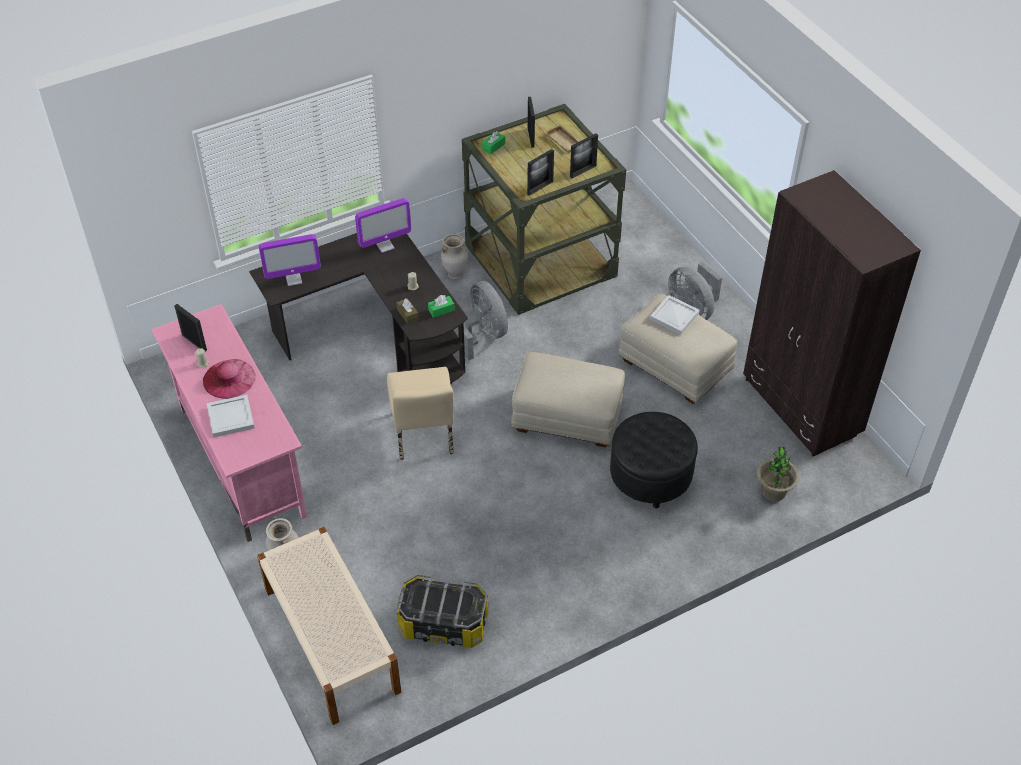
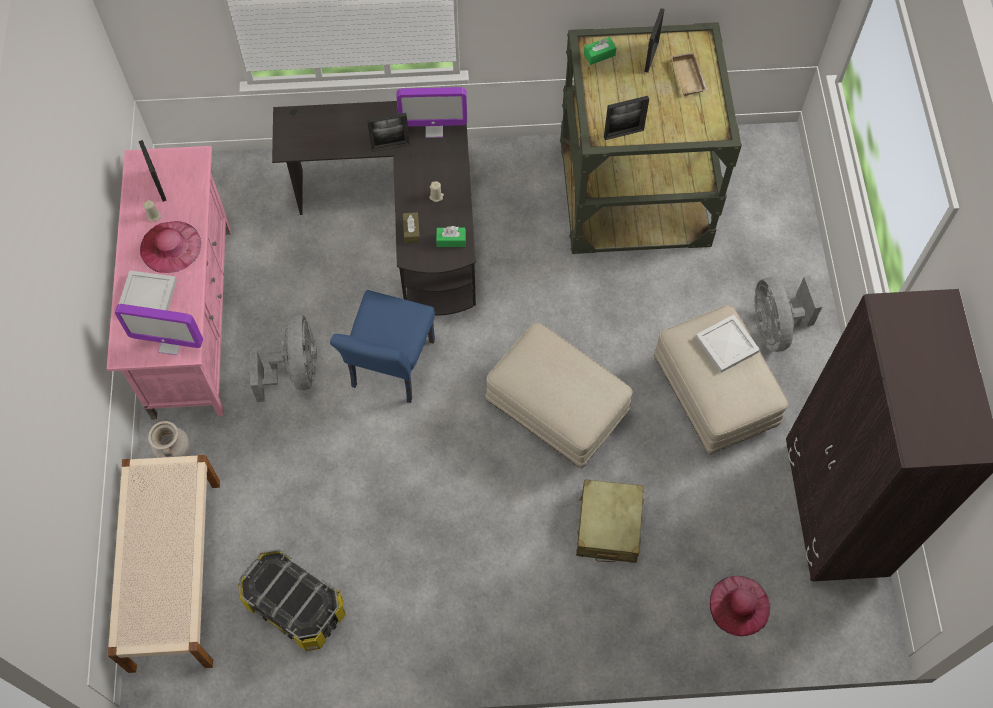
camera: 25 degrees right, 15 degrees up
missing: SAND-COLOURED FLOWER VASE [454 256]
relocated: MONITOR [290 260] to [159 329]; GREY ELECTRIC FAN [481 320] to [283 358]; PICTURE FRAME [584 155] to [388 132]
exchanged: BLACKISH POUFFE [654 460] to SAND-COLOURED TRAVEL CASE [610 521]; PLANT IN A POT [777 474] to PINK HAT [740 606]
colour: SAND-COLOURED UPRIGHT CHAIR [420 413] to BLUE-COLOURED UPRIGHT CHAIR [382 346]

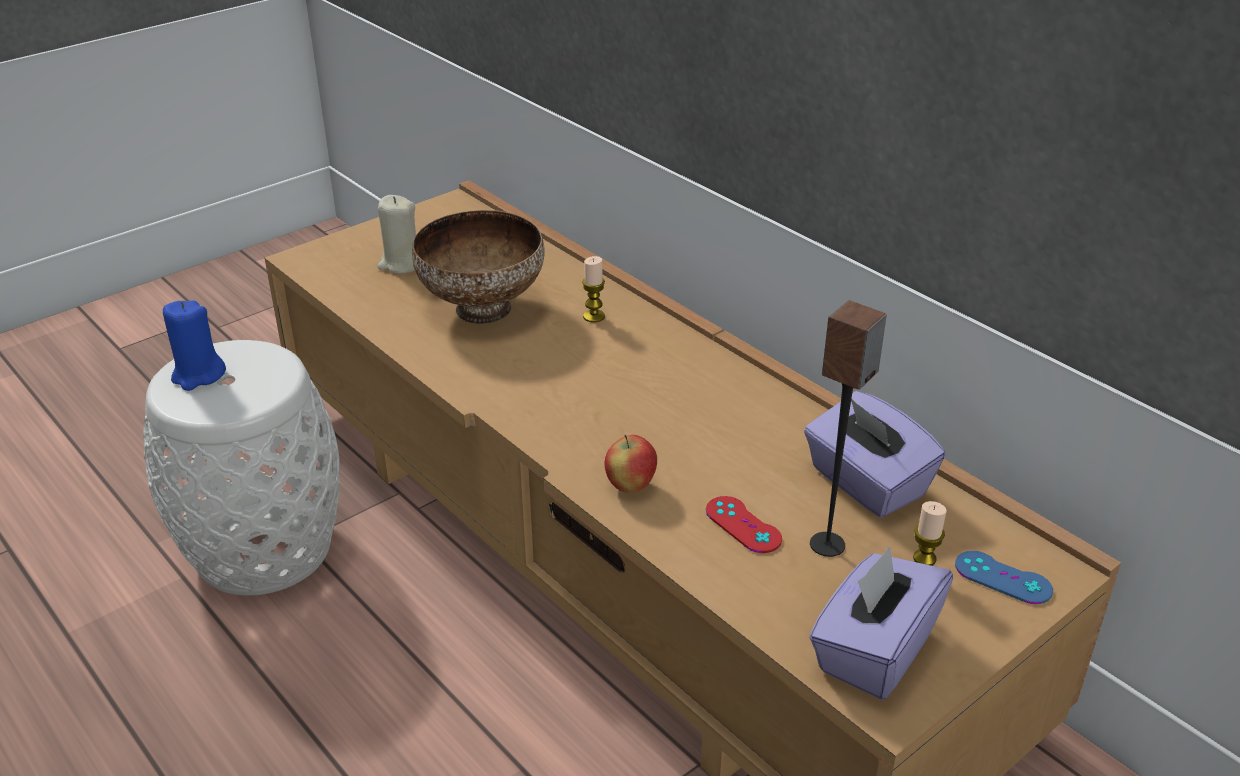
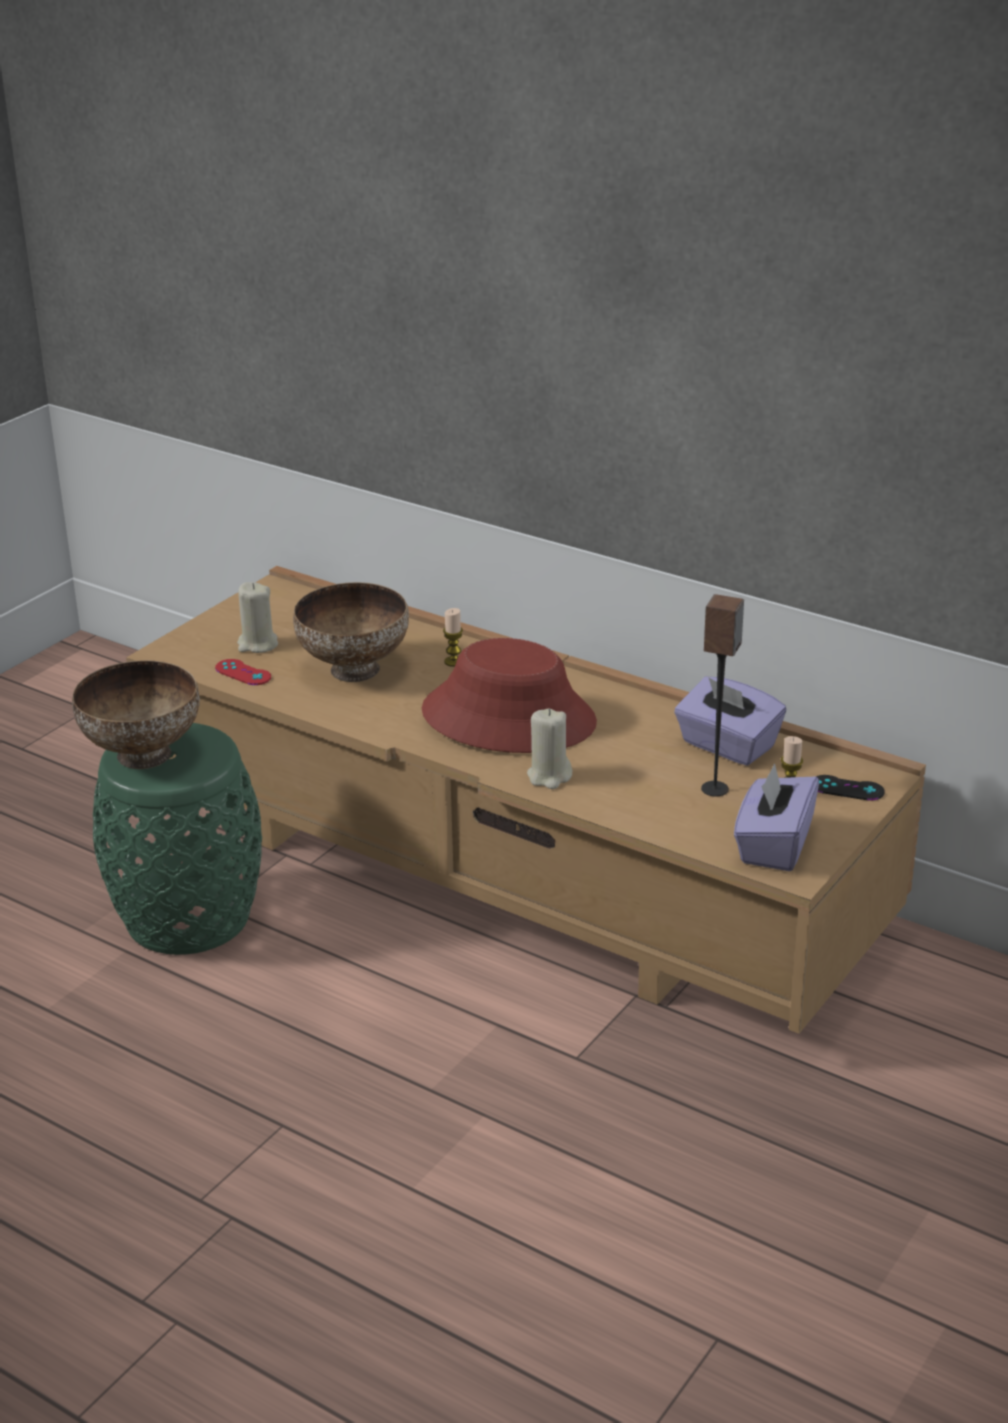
camera: 15 degrees left, 5 degrees down
appeared: RED-COLOURED HAT [509 695]
relocated: RED-COLOURED GAMEPAD [744 524] to [243 672]
exchanged: BLUE-COLOURED WAX CANDLE [194 346] to SERVING BOWL [136 714]; APPLE [631 464] to SAND-COLOURED WAX CANDLE [549 749]
colour: WHITISH STOOL [241 468] to GREENISH STOOL [177 839]; BLUE-COLOURED GAMEPAD [1004 577] to BLACKISH GAMEPAD [850 788]

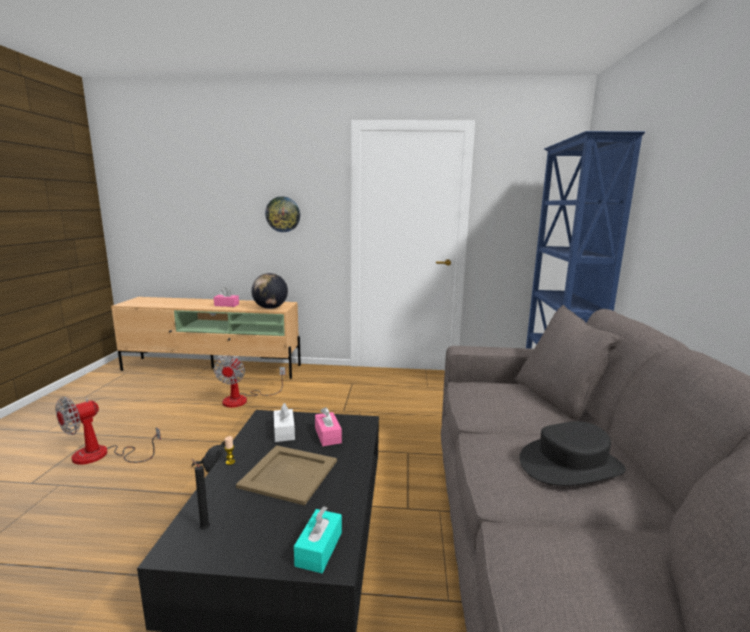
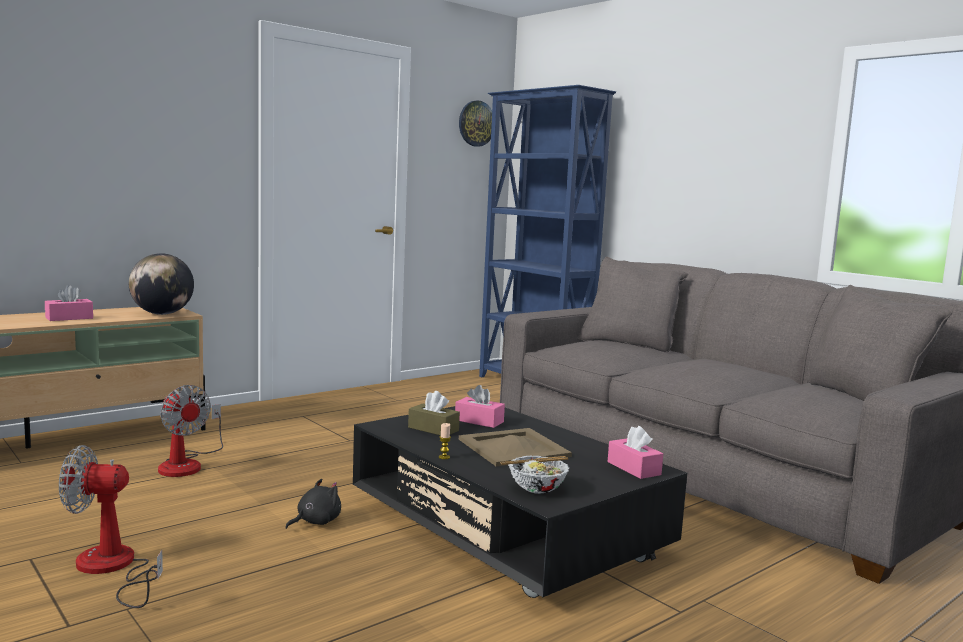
camera: 45 degrees left, 5 degrees down
missing: BLACKISH HAT [572 453]
relocated: HANGING CLOCK [282 214] to [475 123]
exchanged: BLACKISH WAX CANDLE [200 494] to SERVING BOWL [534 475]
colour: WHITISH TISSUE BOX [284 422] to BROWN TISSUE BOX [434 413]; TURQUOISE TISSUE BOX [318 539] to PINK TISSUE BOX [635 452]
spun: ELECTRIC FAN [108 431] = [111 526] 90 degrees clockwise

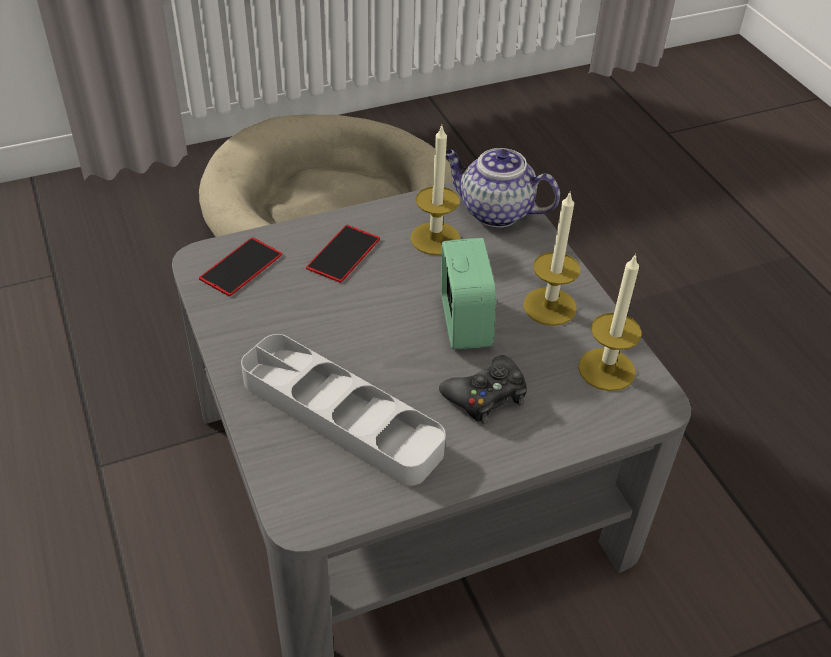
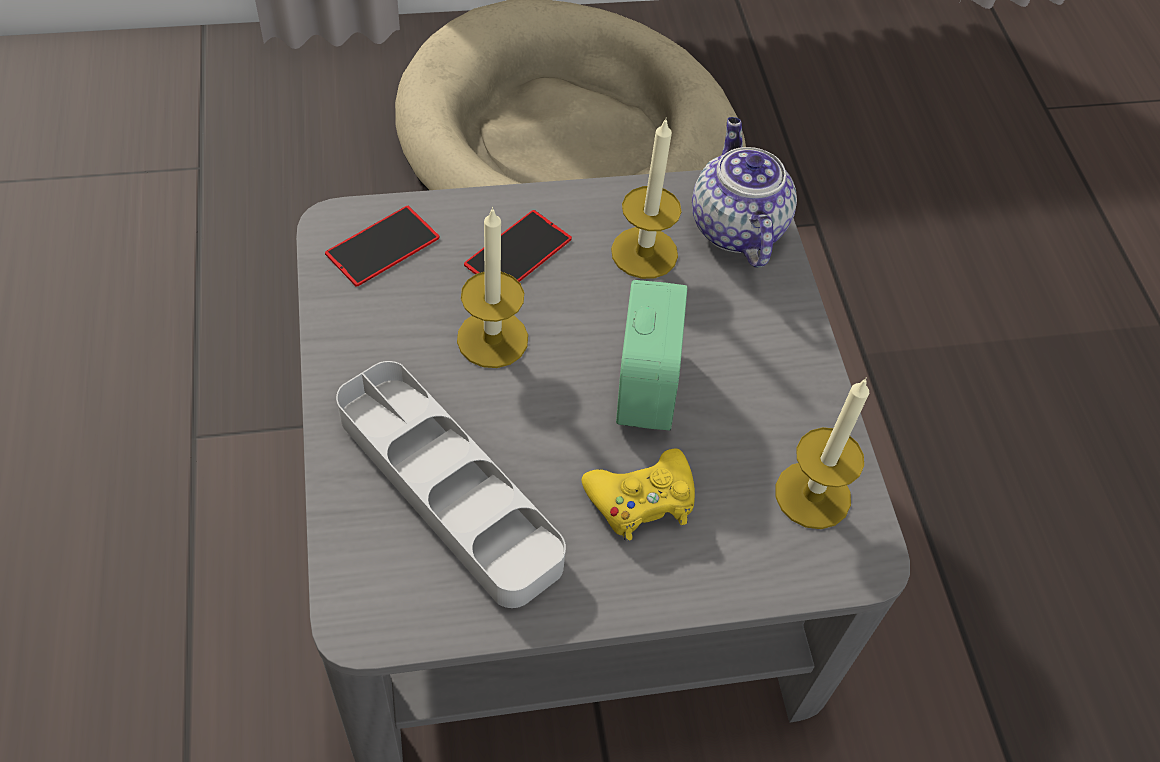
camera: 10 degrees right, 10 degrees up
relocated: WAX CANDLE [551 259] to [492 287]
colour: BLACKISH GAMEPAD [483 389] to YELLOW GAMEPAD [638 495]
spun: POT FOR TEA [503 187] = [744 192] 45 degrees clockwise

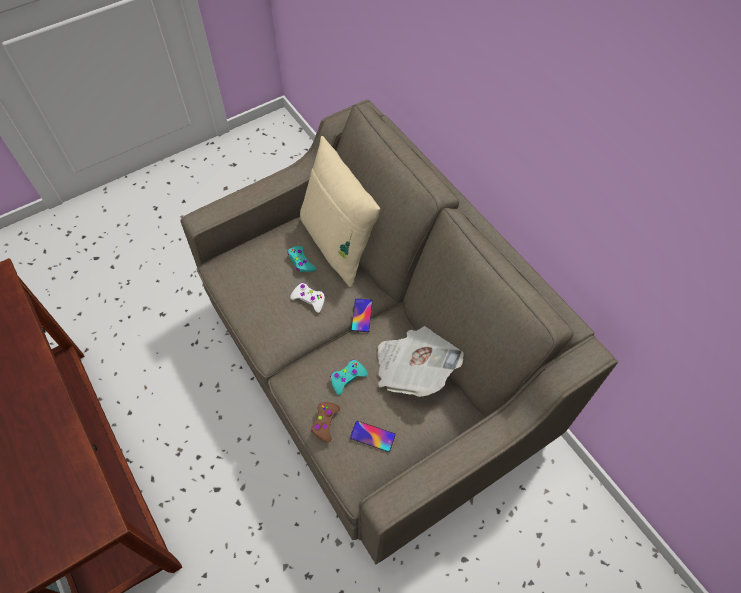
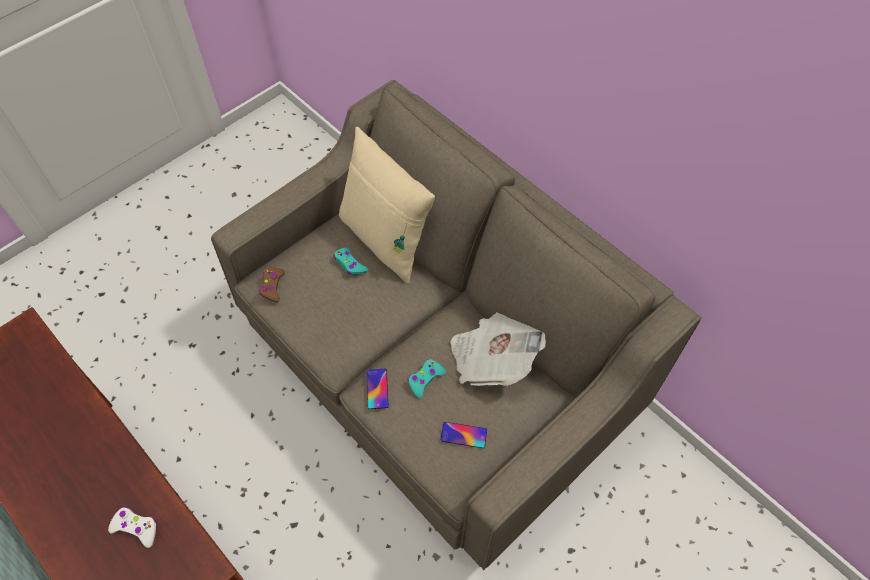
camera: 10 degrees left, 0 degrees up
relocated: WHITISH GAMEPAD [307 298] to [132 527]; BROWN GAMEPAD [325 422] to [272 284]; TELEPHONE [362 315] to [378 389]

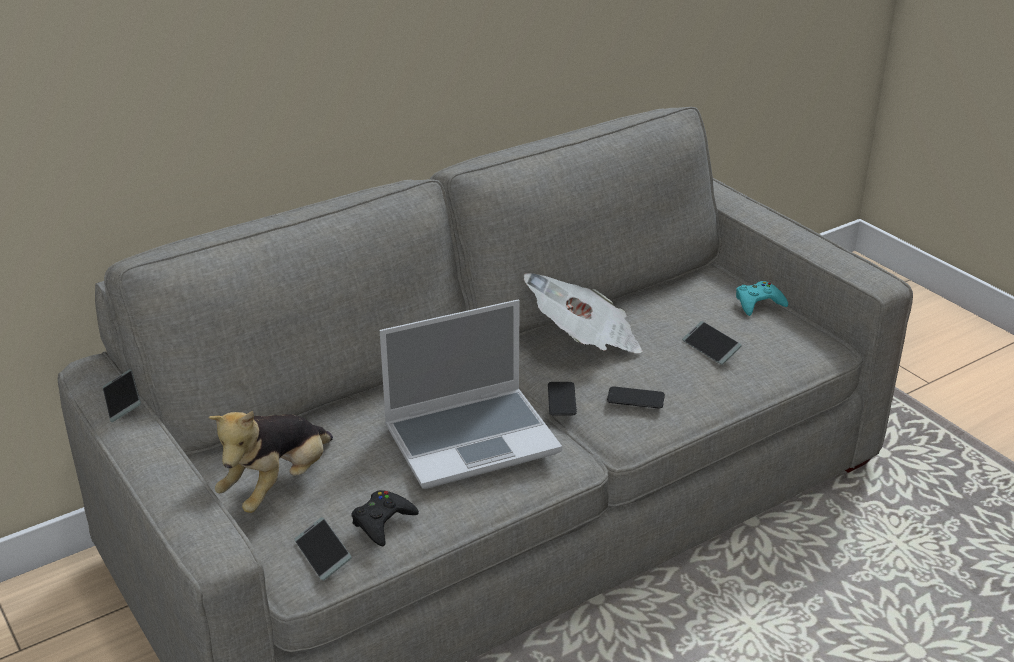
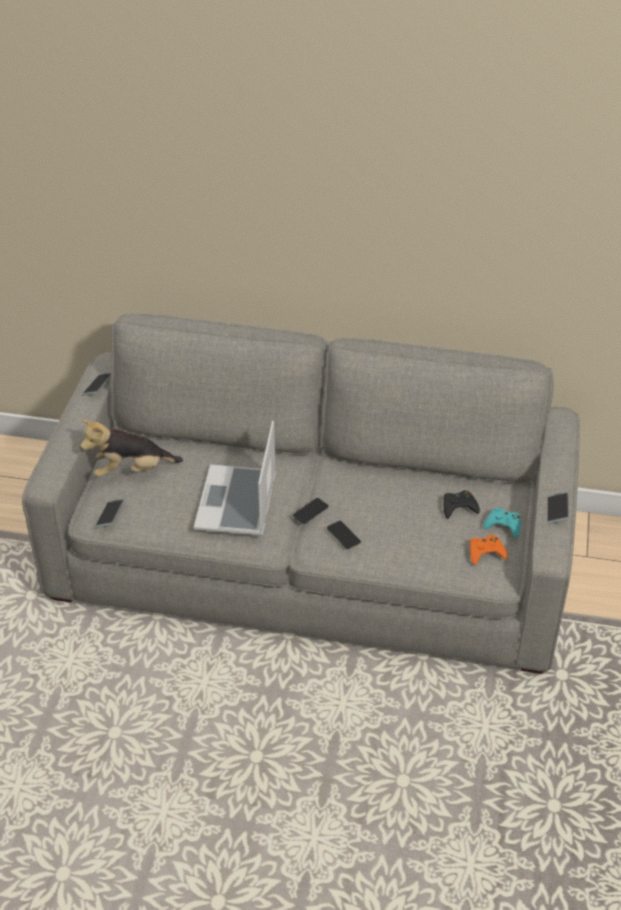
camera: 45 degrees right, 10 degrees up
missing: DAILY PAPER [583 313]
appeared: ORANGE GAMEPAD [489 550]
relocated: BLACKISH GAMEPAD [385 518] to [462 505]; TELEPHONE [712 343] to [558 507]
spun: PORTABLE COMPUTER [471 394] = [235 478] 75 degrees clockwise

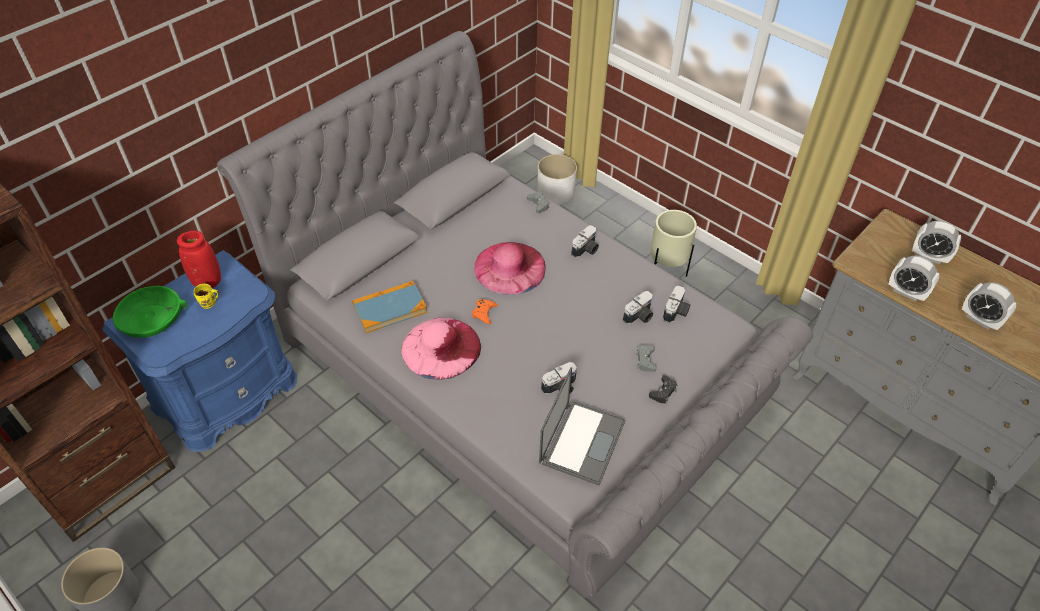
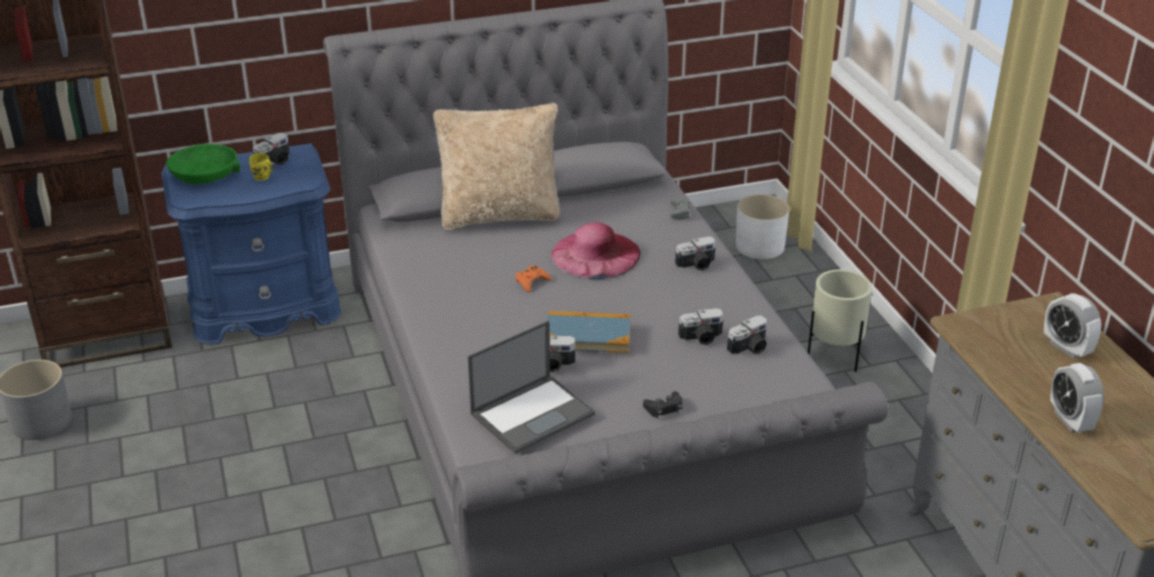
camera: 30 degrees right, 15 degrees down
missing: PINK HAT [441 349]; GREY GAMEPAD [646 358]; TABLE CLOCK [914 278]
appeared: SAND-COLOURED THROW PILLOW [496 166]
relocated: BOUND BOOK [390 307] to [589 332]
exchanged: RED-COLOURED FLOWER VASE [199 259] to PHOTO CAMERA [271 149]

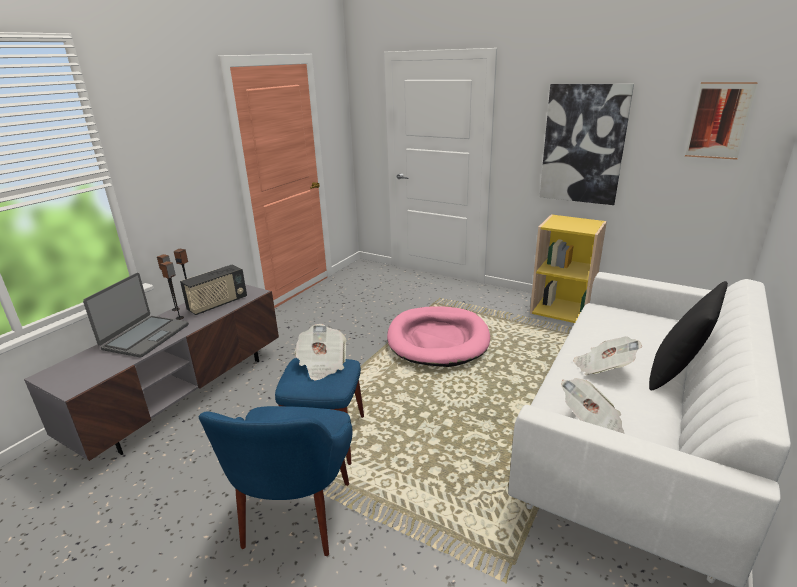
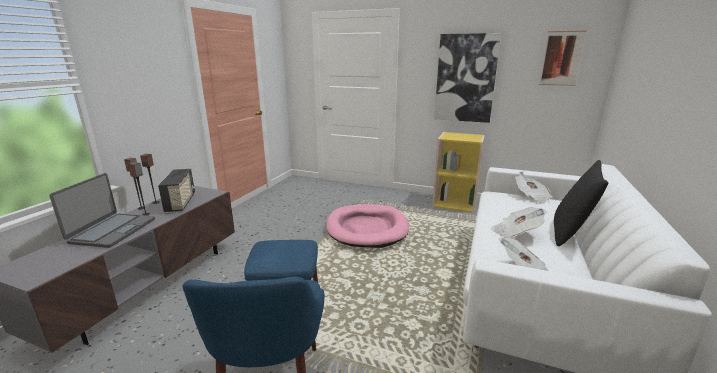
camera: 10 degrees left, 5 degrees down
relocated: DAILY PAPER [320 352] to [534 188]
spun: RADIO RECEIVER [213 290] = [176 190] 45 degrees counterclockwise

